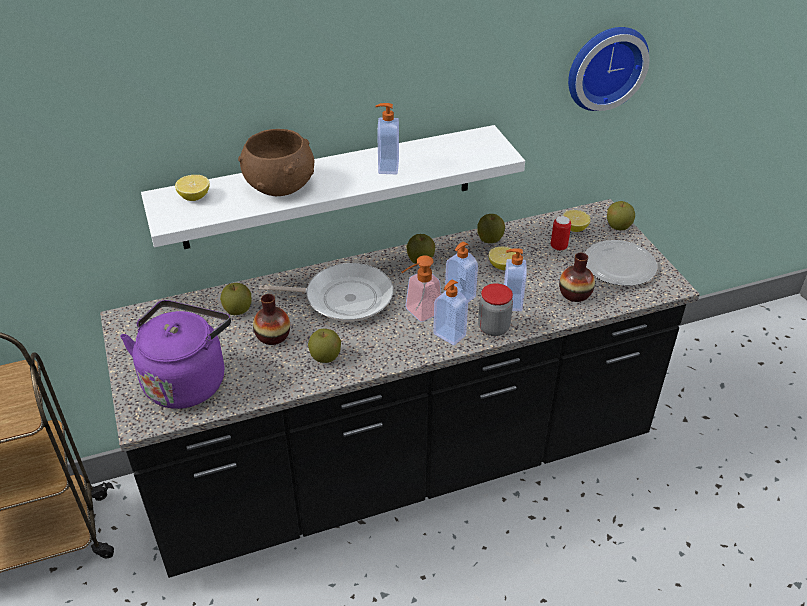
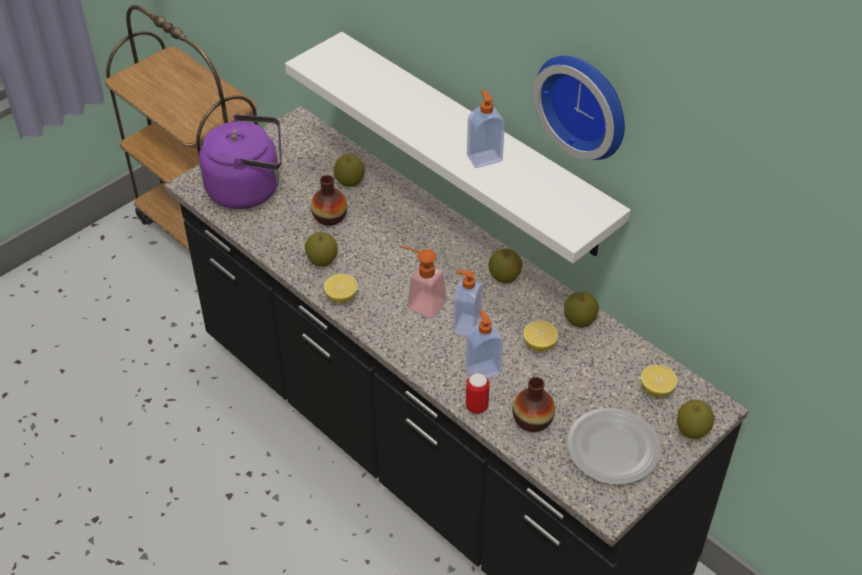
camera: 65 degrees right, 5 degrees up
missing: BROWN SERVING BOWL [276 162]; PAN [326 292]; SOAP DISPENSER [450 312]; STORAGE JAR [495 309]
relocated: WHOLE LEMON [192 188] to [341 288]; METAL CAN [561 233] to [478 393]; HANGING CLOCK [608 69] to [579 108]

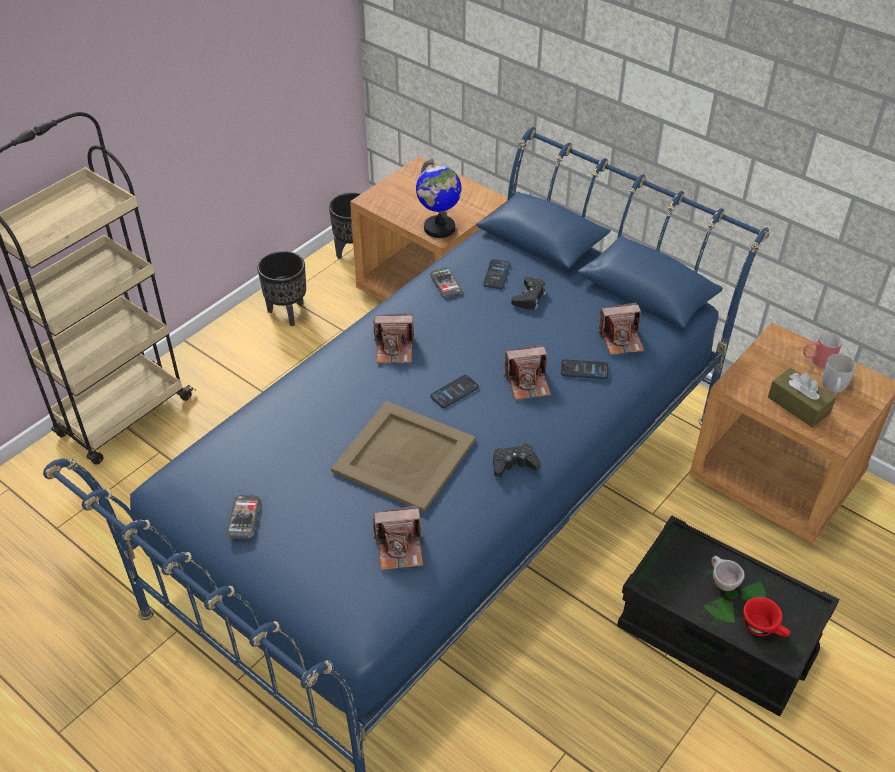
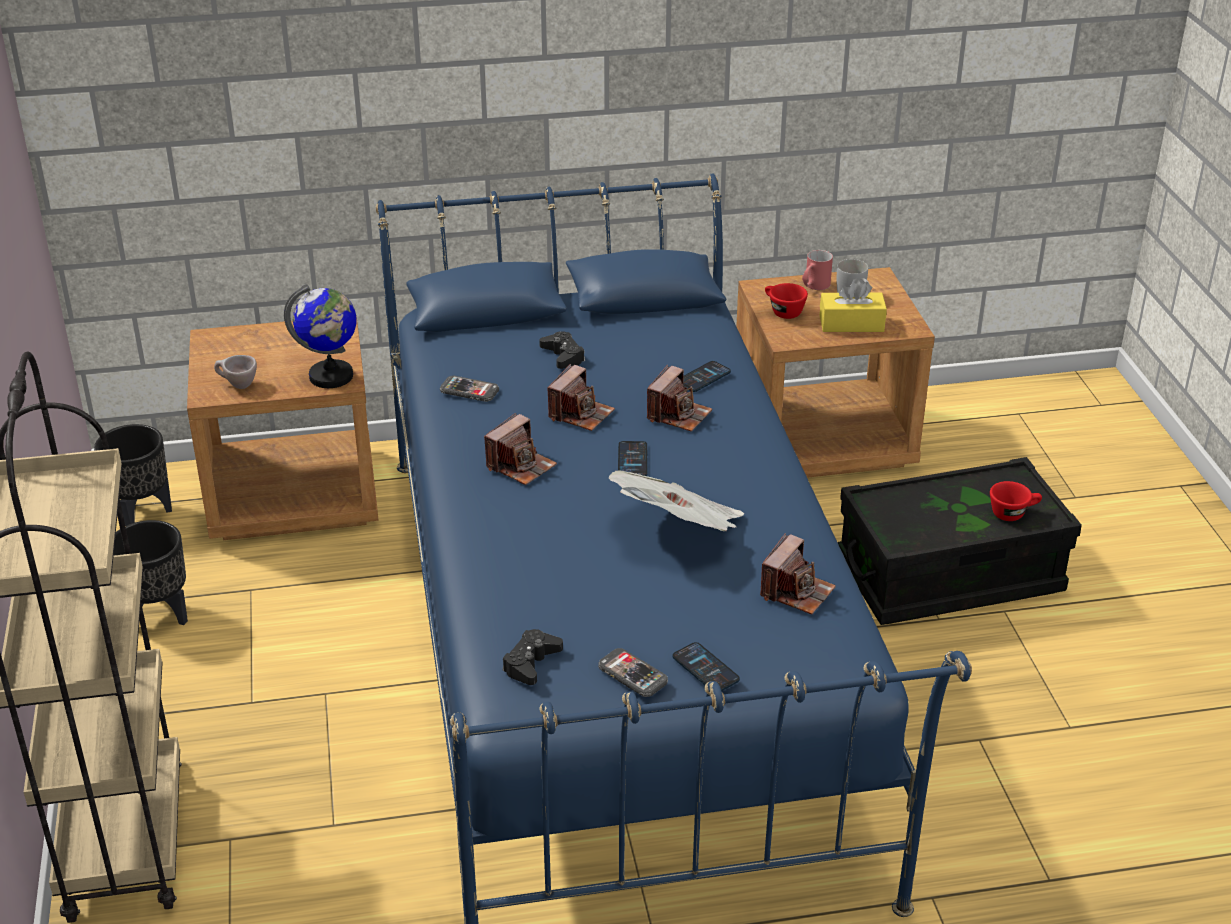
camera: 50 degrees left, 10 degrees down
appeared: RED-COLOURED DRINKING CUP [786 301]
relocated: TELEPHONE [496 274] to [706 666]; BLACKISH GAMEPAD [517 460] to [533 657]; PHOTO CAMERA [621 328] to [581 397]; SAND-COLOURED DRINKING CUP [728 573] to [235 372]
exchanged: SAND-COLOURED SERVING TRAY [403 456] to DAILY PAPER [676 501]
colour: BROWN TISSUE BOX [802 398] to YELLOW TISSUE BOX [853 305]

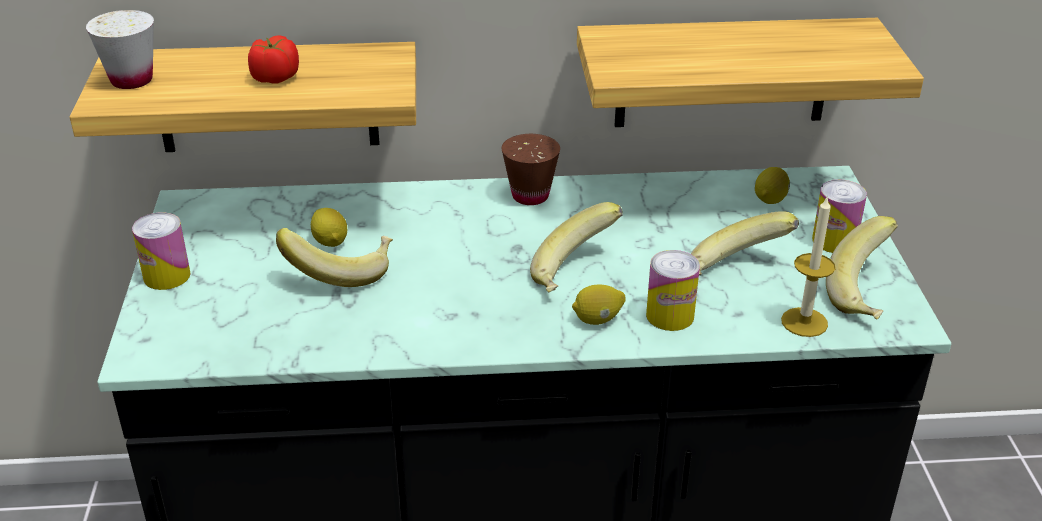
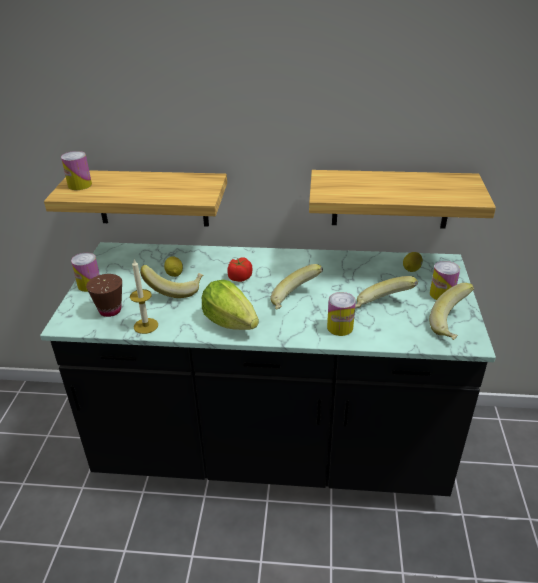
camera: 10 degrees right, 0 degrees up
missing: WHOLE LEMON [598 305]
appeared: LETTUCE HEAD [230 305]
relocated: WHOLE TOMATO [273 59] to [240 269]; BROWN DRINKING CUP [531 169] to [104 295]; WAX CANDLE [808 266] to [144 296]
exchanged: WHITISH DRINKING CUP [120 49] to METAL CAN [76 170]

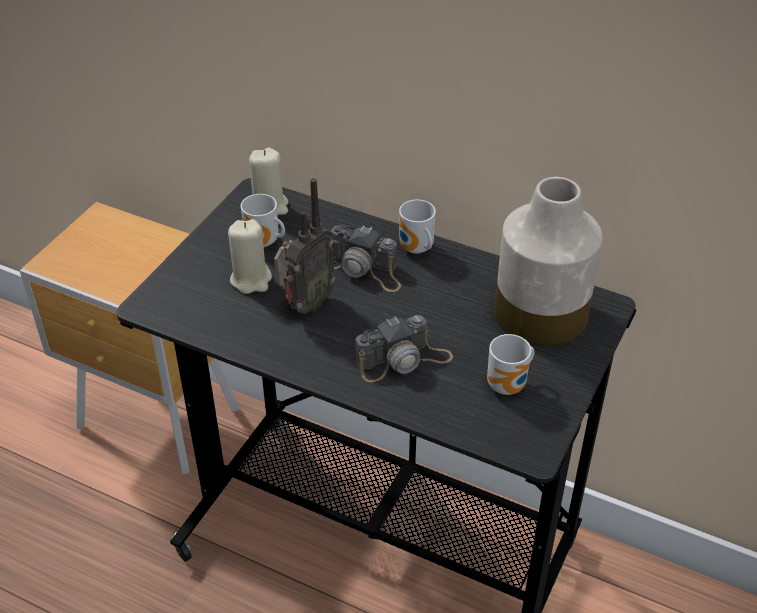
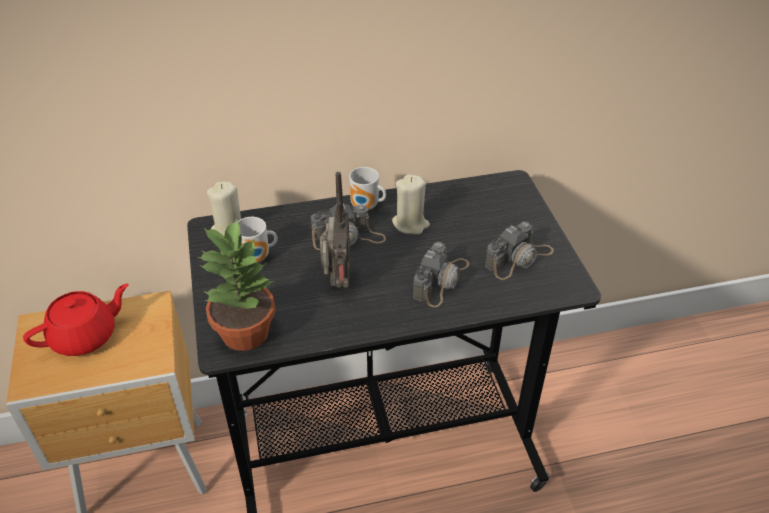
camera: 40 degrees left, 0 degrees up
missing: SAND-COLOURED FLOWER VASE [548 261]
appeared: RED-COLOURED POT FOR TEA [76 320]; PLANT IN A POT [236 284]
relocated: SAND-COLOURED WAX CANDLE [250 256] to [411 205]
exchanged: COFFEE MUG [510 364] to PHOTO CAMERA [519 251]

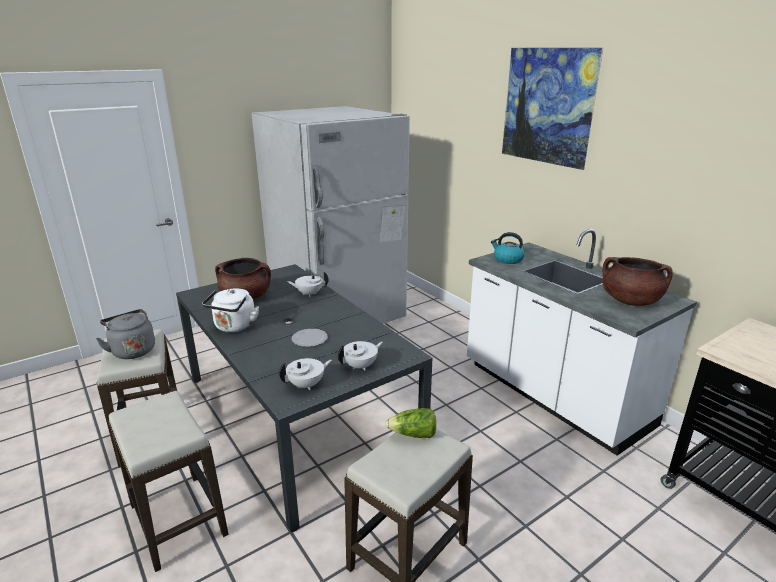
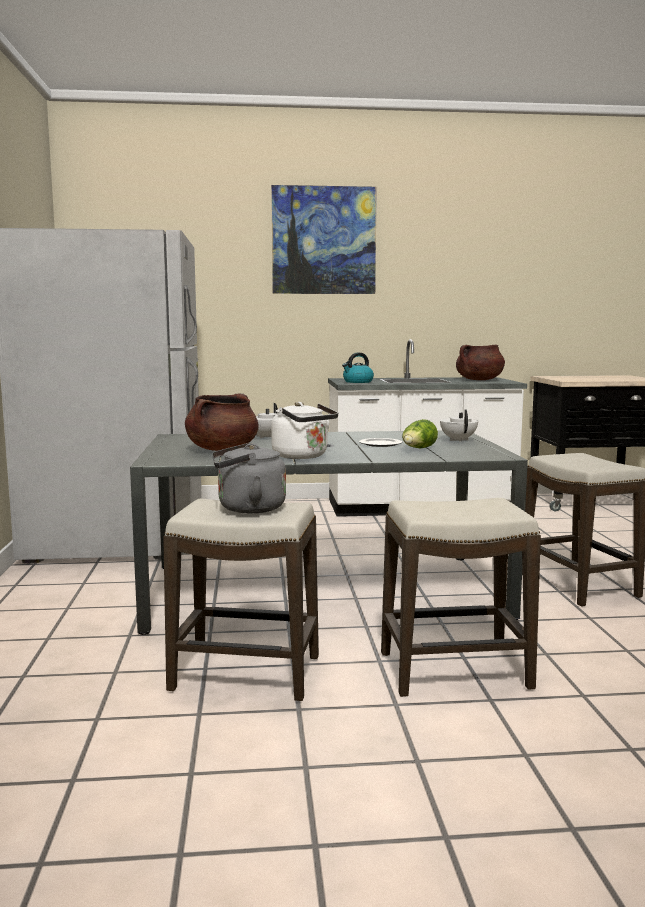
camera: 60 degrees left, 15 degrees down
missing: WHITISH POT FOR TEA [305 374]
relocated: LETTUCE HEAD [410 423] to [420 433]

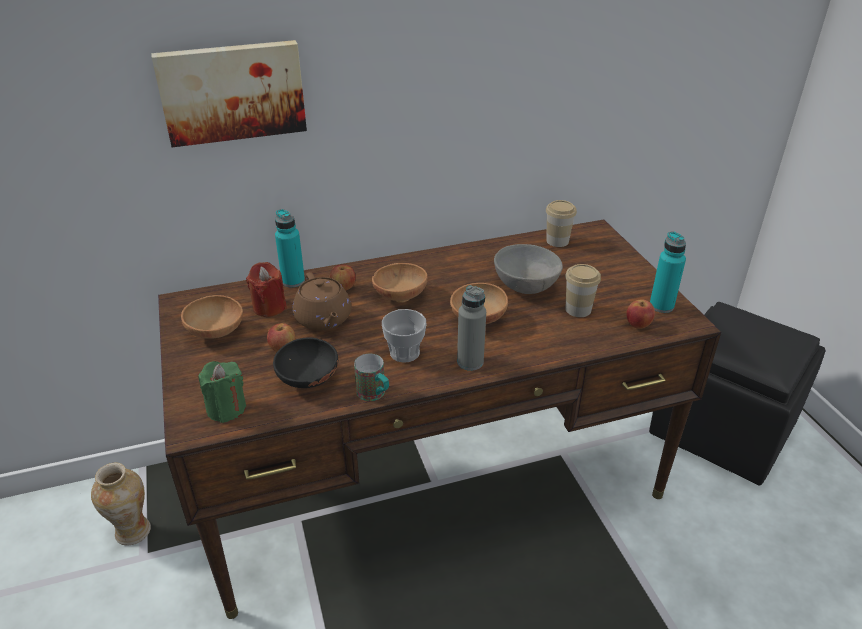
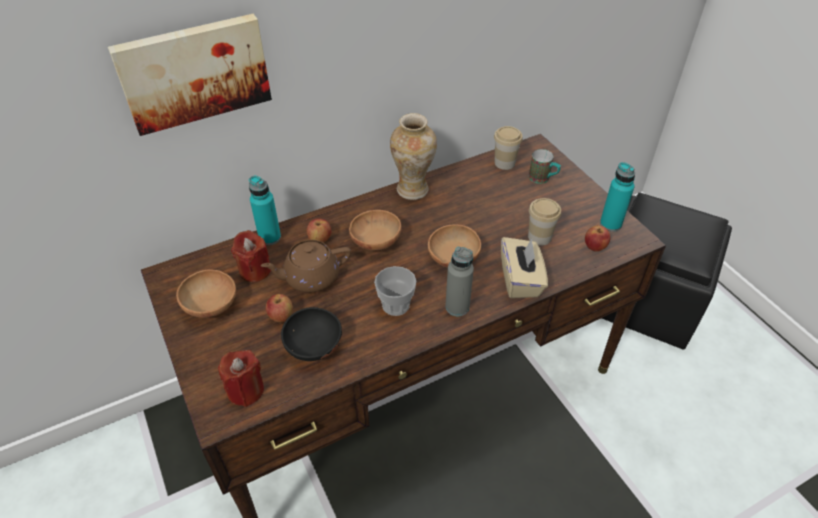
camera: 10 degrees left, 10 degrees up
missing: GREY SERVING BOWL [528 269]
appeared: SAND-COLOURED TISSUE BOX [524 267]
relocated: FLOWER VASE [121 504] to [413 156]; COFFEE MUG [371 377] to [545 166]
colour: GREENISH WAX CANDLE [222 392] to RED-COLOURED WAX CANDLE [241 378]
spun: BROWN POT FOR TEA [322 301] = [306 266] 105 degrees clockwise

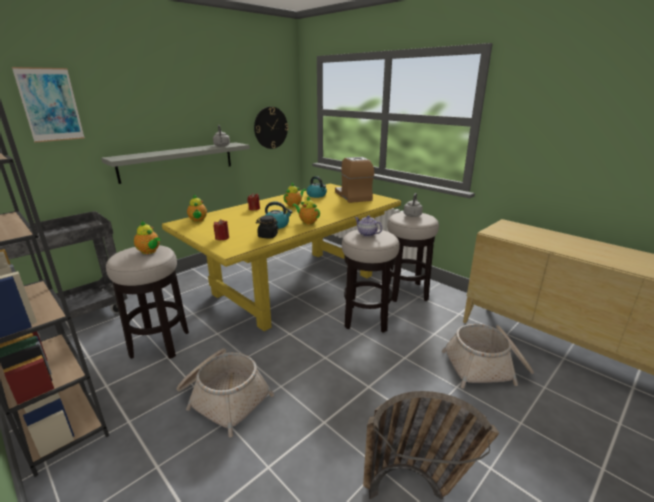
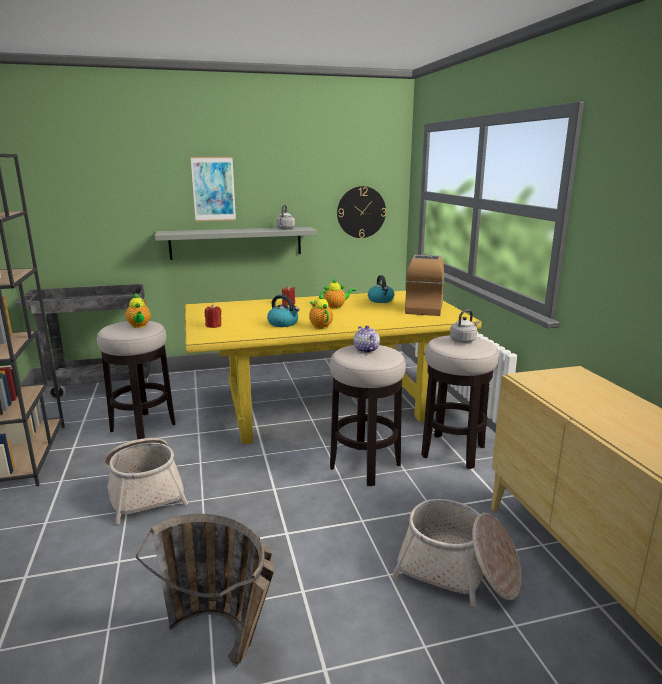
camera: 30 degrees right, 5 degrees down
missing: POT FOR TEA [197 208]; BLACKISH STORAGE JAR [267 226]
relocated: WALL ART [48 104] to [213 189]

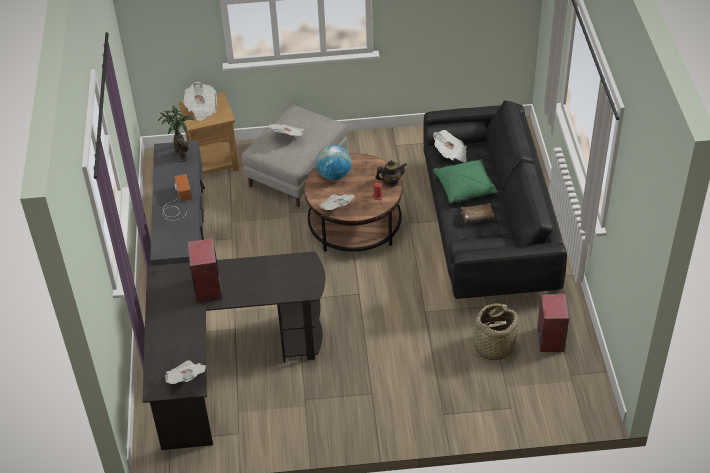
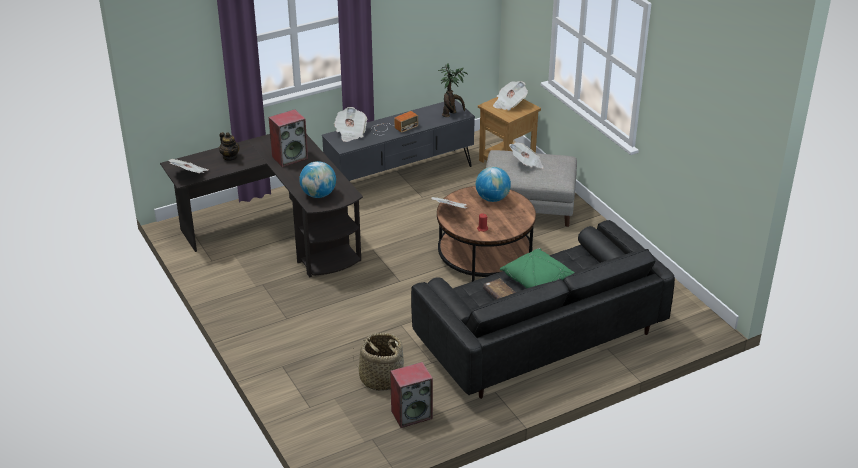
camera: 65 degrees right, 10 degrees down
appeared: GLOBE [317 179]
relocated: POT FOR TEA [391 173] to [229 146]; DAILY PAPER [450 146] to [350 124]

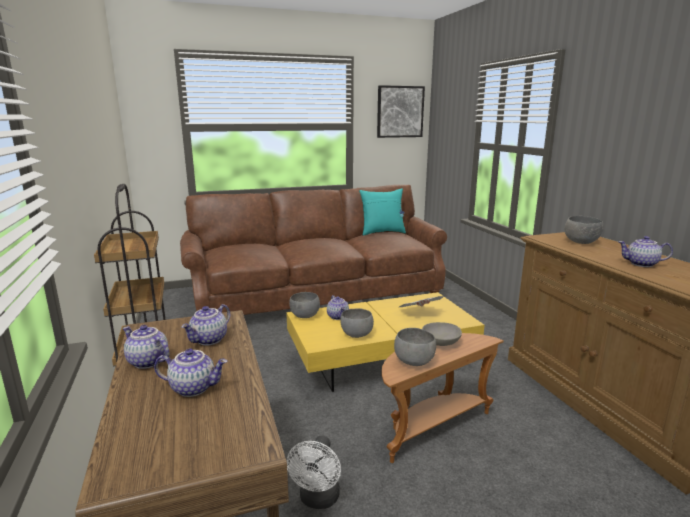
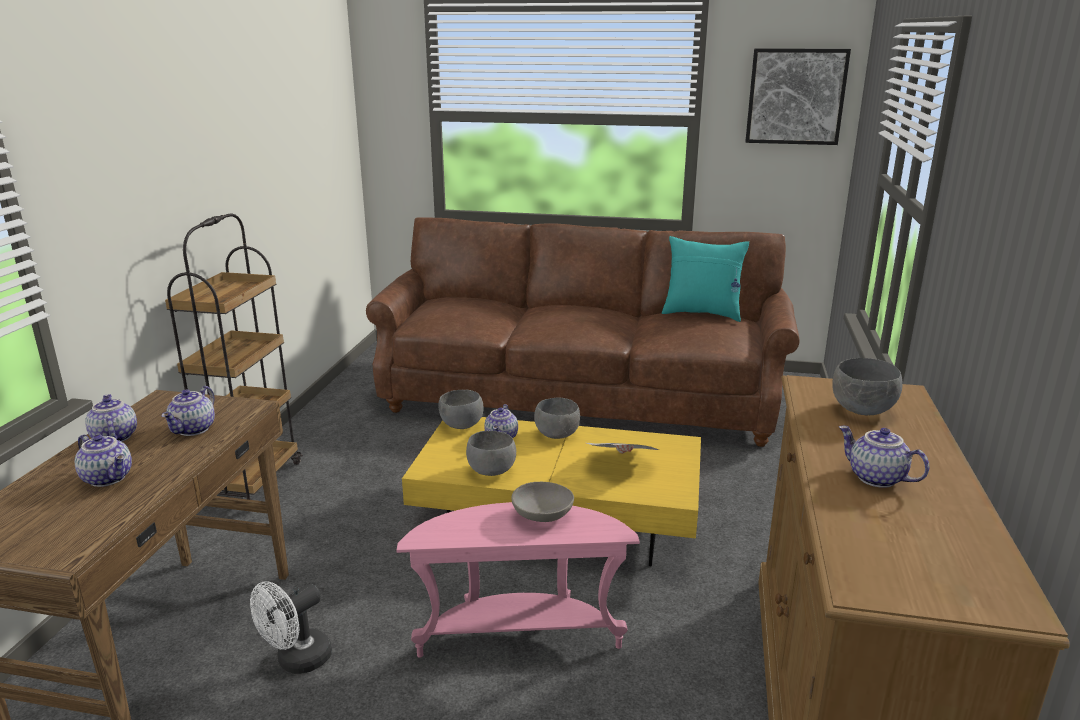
camera: 30 degrees right, 5 degrees up
relocated: GREY SERVING BOWL [415 347] to [557 418]
colour: BROWN SIDE TABLE [442 398] to PINK SIDE TABLE [518 580]
spun: POT FOR TEA [205 325] = [188 411] 45 degrees counterclockwise

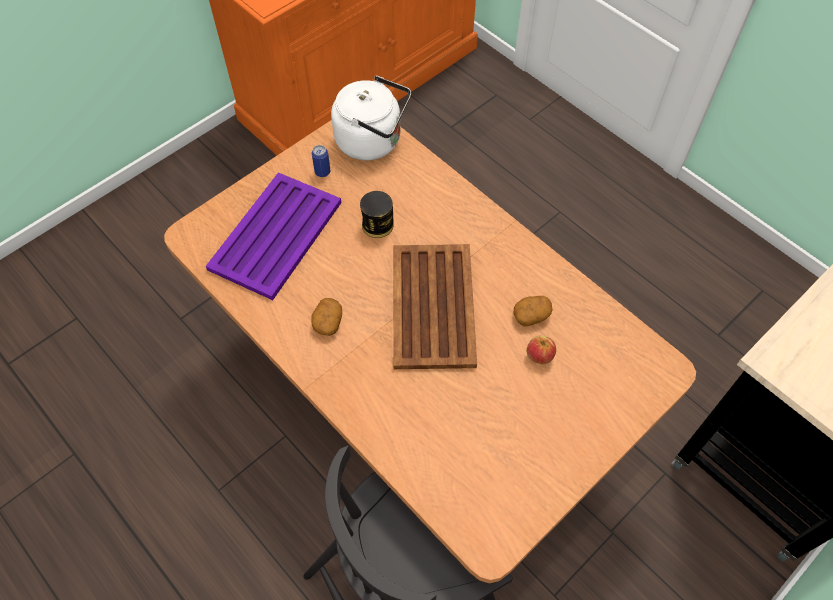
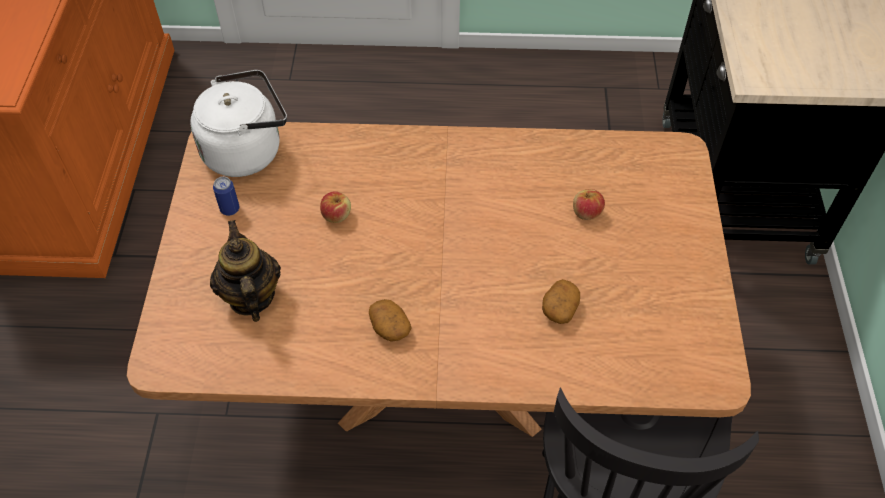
camera: 45 degrees left, 5 degrees down
missing: BROWN SERVING TRAY [435 306]
relocated: SPUD [533 311] to [561 301]
exchanged: PURPLE SERVING TRAY [273 236] to POT FOR TEA [245 271]; METAL CAN [377 214] to APPLE [335 207]

